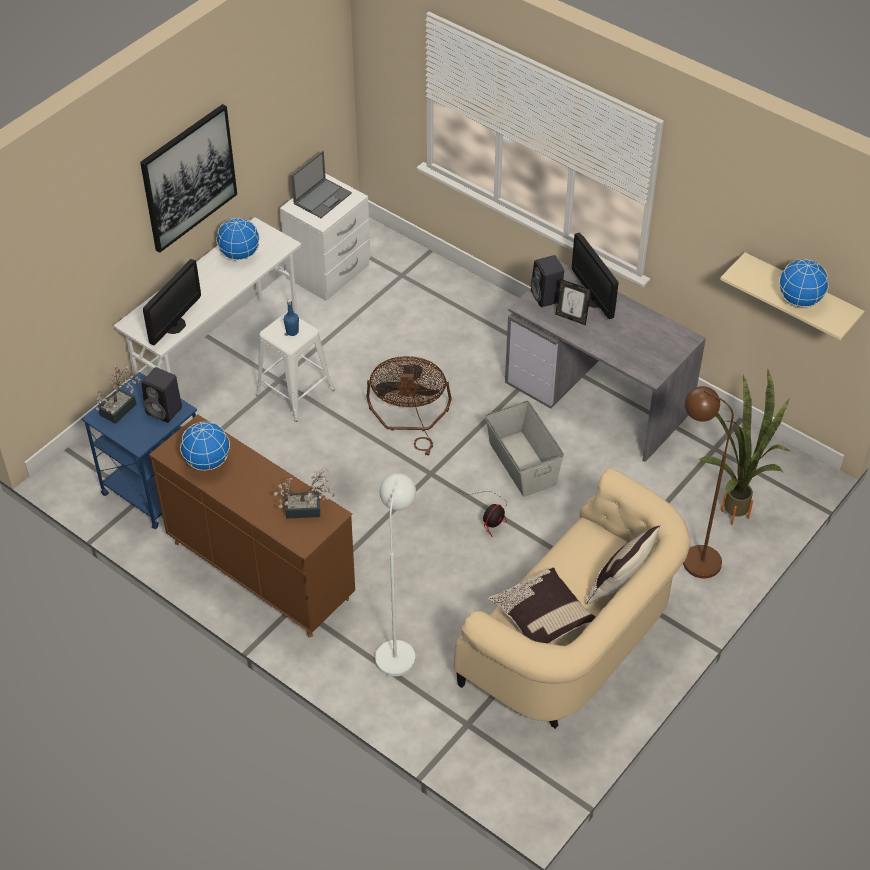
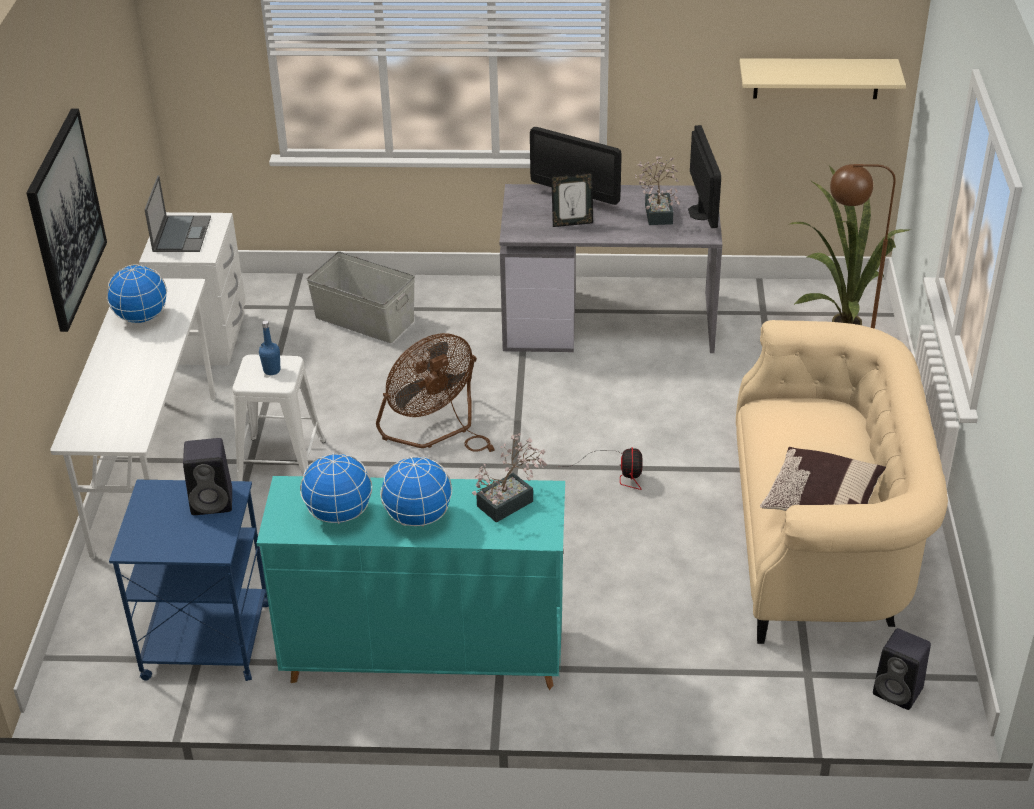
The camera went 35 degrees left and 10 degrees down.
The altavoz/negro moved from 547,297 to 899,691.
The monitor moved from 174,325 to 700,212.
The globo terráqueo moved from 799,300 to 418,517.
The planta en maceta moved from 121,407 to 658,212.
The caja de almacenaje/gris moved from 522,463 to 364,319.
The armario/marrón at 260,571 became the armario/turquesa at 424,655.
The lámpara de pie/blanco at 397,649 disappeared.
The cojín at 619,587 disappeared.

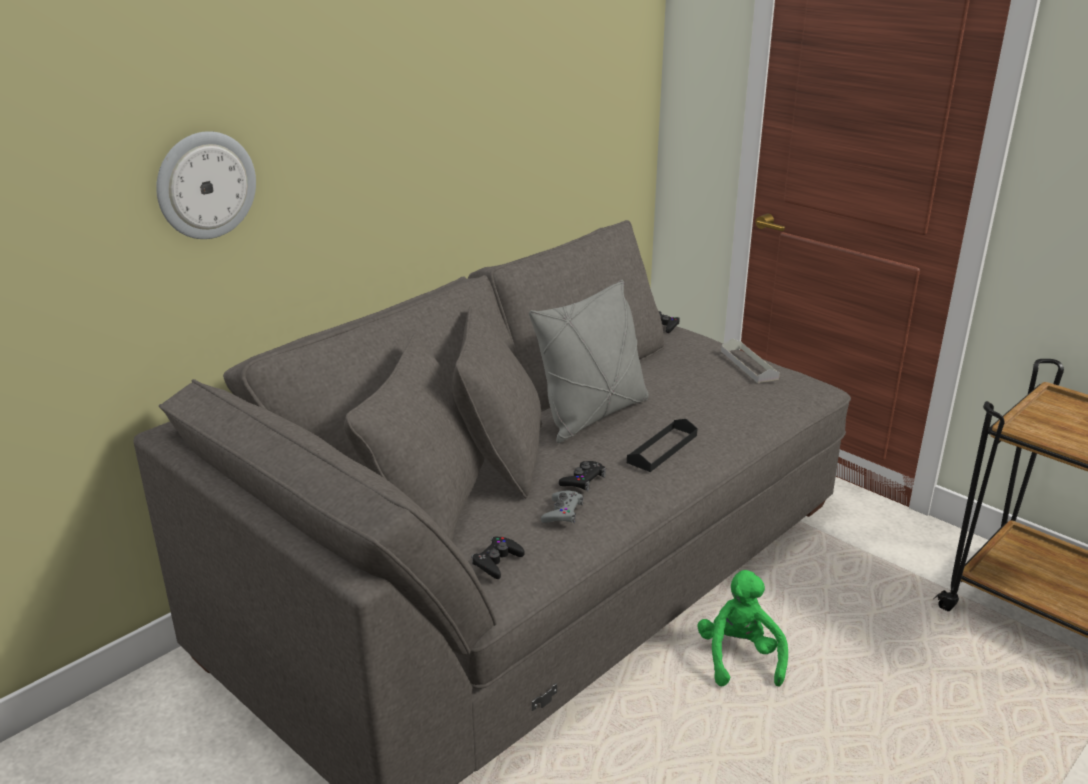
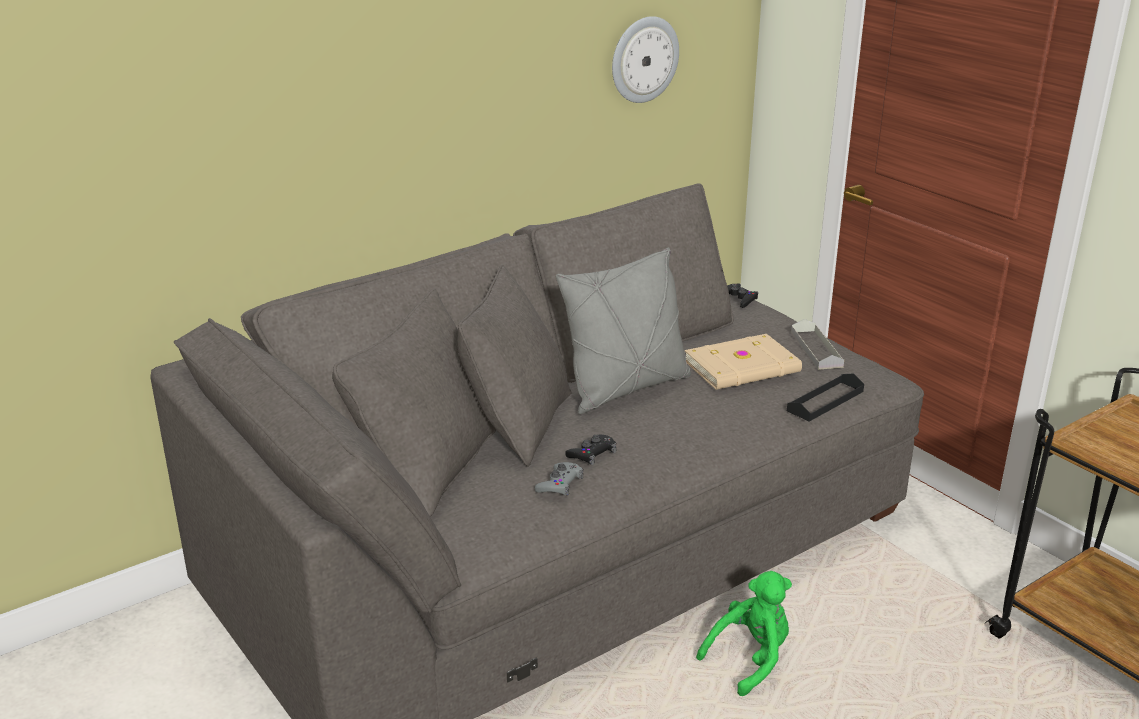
The camera went 10 degrees right and 0 degrees up.
The reloj de pared moved from 205,185 to 644,59.
The bandeja/negro moved from 662,449 to 825,401.
The mando de consola/negro at 497,561 disappeared.
The peluche/verde at 739,657 turned 45 degrees clockwise.
The libro/beis at 743,367 appeared.

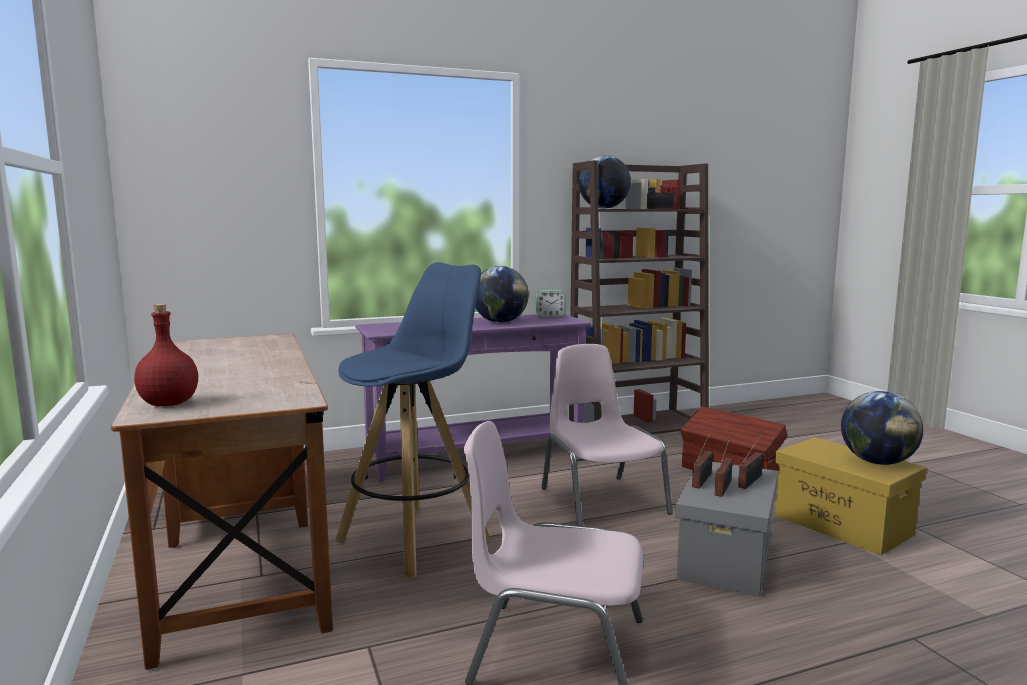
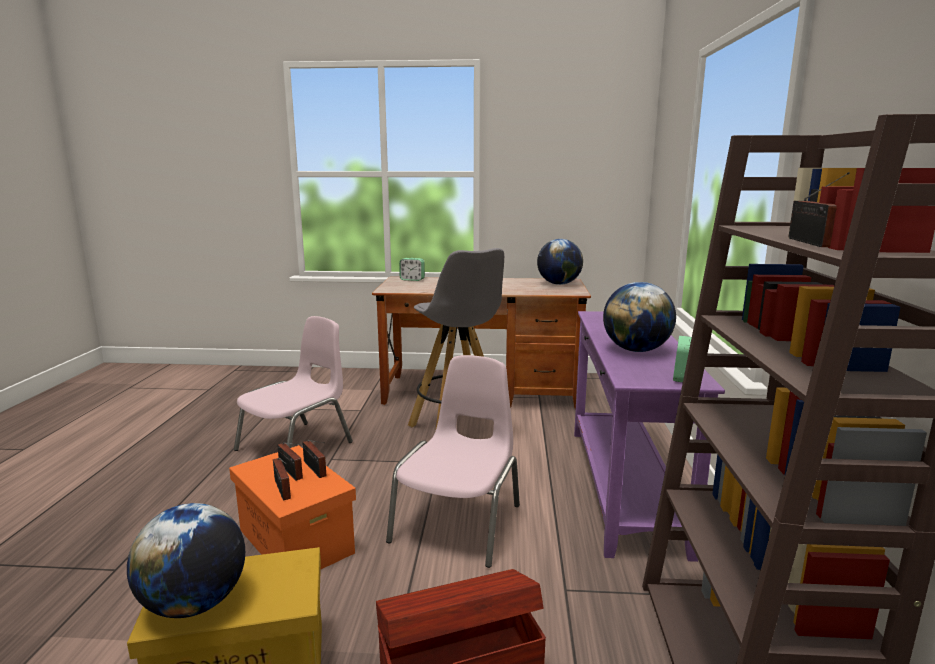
The camera went 115 degrees right and 5 degrees up.
The globo terráqueo moved from 604,208 to 559,284.
The taburete/azul at 415,539 became the taburete/gris at 459,433.
The botella/rojo at 168,404 was replaced by the despertador at 412,279.
The silla/rosa at 602,500 turned 75 degrees counterclockwise.
The caja de almacenaje/gris at 725,558 became the caja de almacenaje/naranja at 297,541.

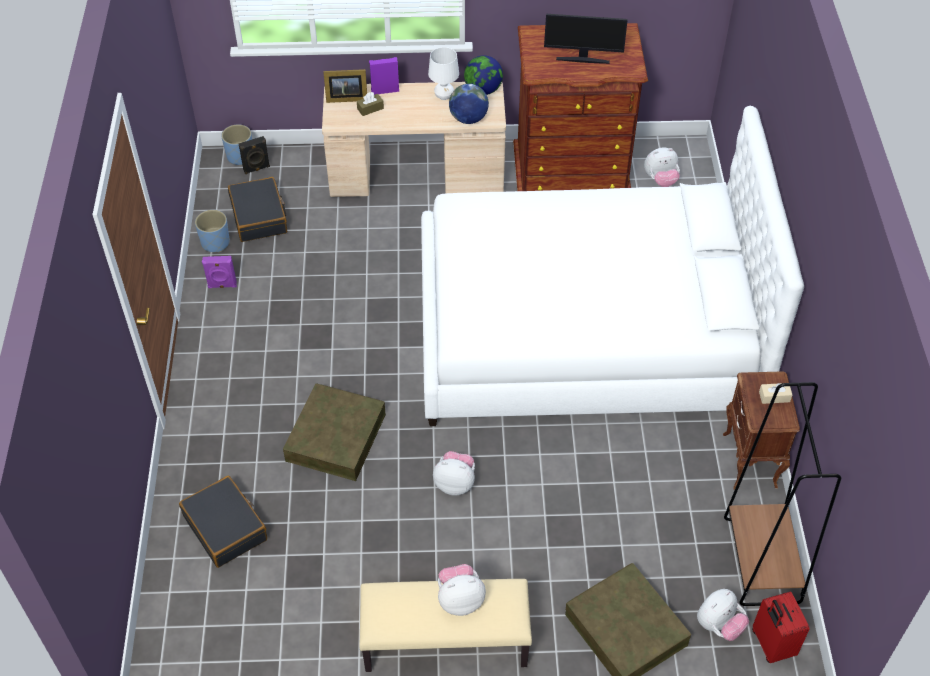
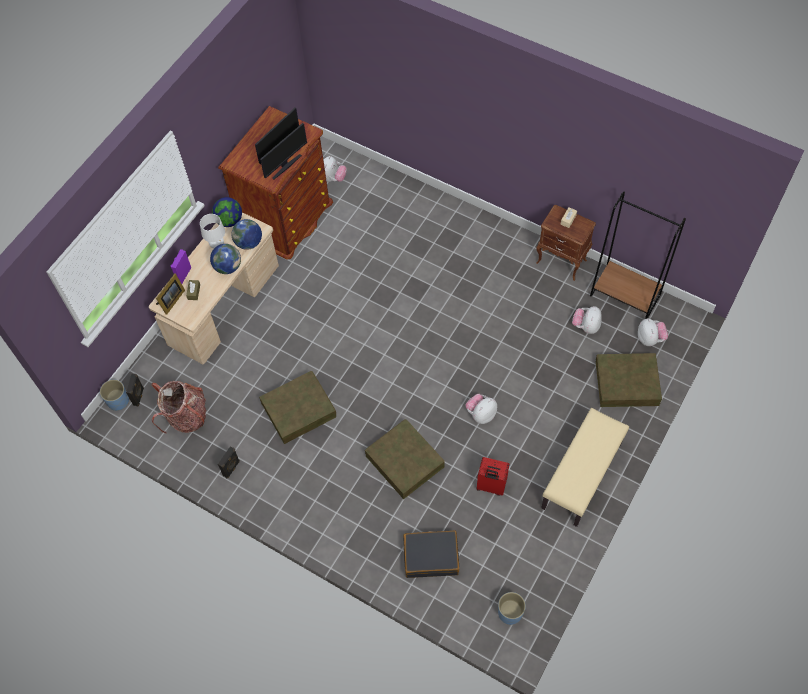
The camera went 55 degrees left and 10 degrees up.
The cama/blanco at 586,332 disappeared.
The maleta/negro at 259,217 was replaced by the mochila at 186,416.
The maceta/azul moved from 215,243 to 510,613.
The altavoz/morado at 222,286 became the altavoz/negro at 232,468.
The peluche moved from 460,599 to 586,326.
The maleta/rojo moved from 771,644 to 490,486.
The monitor at 286,166 appeared.
The globo terráqueo at 228,267 appeared.
The caja de almacenaje/marrón at 298,410 appeared.

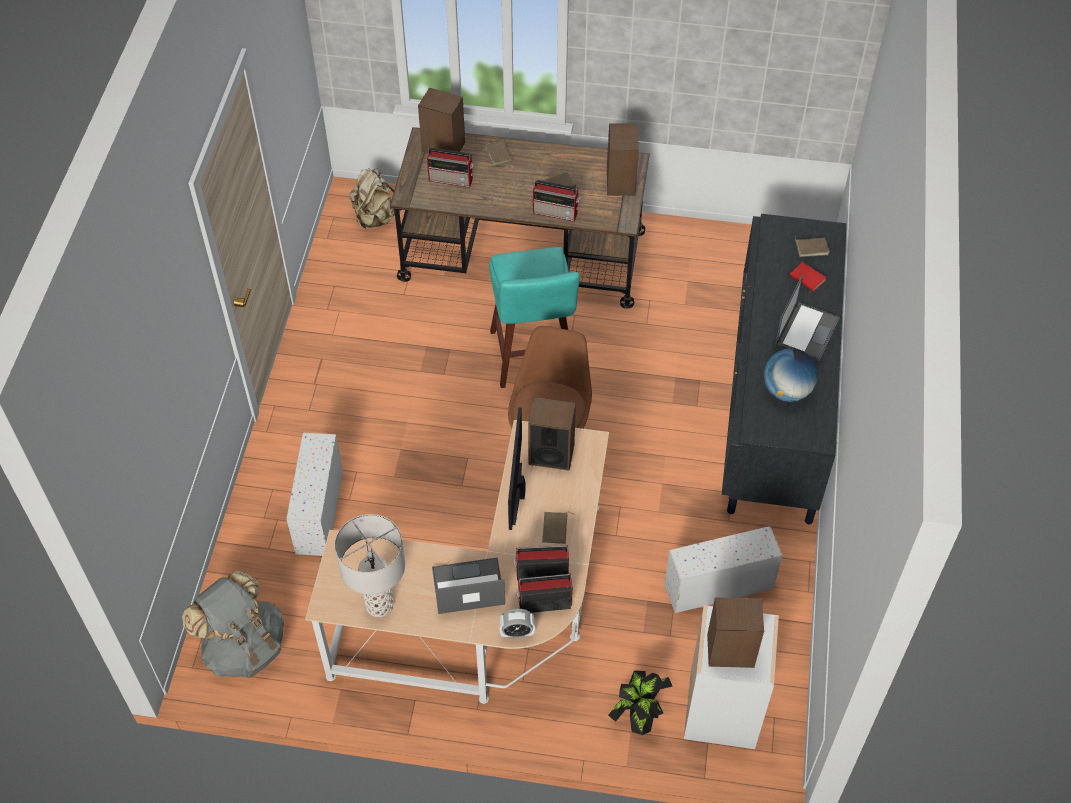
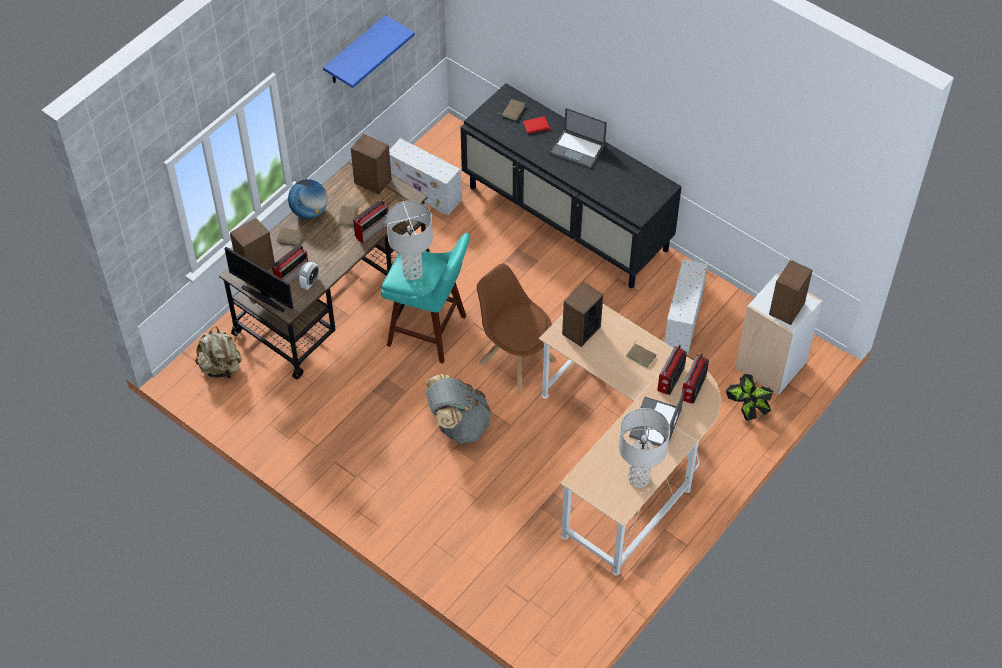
The camera went 60 degrees left and 0 degrees up.
The portátil at 807,331 turned 150 degrees clockwise.
The globo terráqueo moved from 786,390 to 309,211.
The monitor moved from 518,493 to 264,297.
The caja de almacenaje/blanco moved from 319,513 to 426,192.
The mochila/gris moved from 244,647 to 458,425.
The despertador moved from 517,633 to 310,282.
The estante/azul at 355,52 appeared.
The lámpara de mesa/blanco at 413,272 appeared.

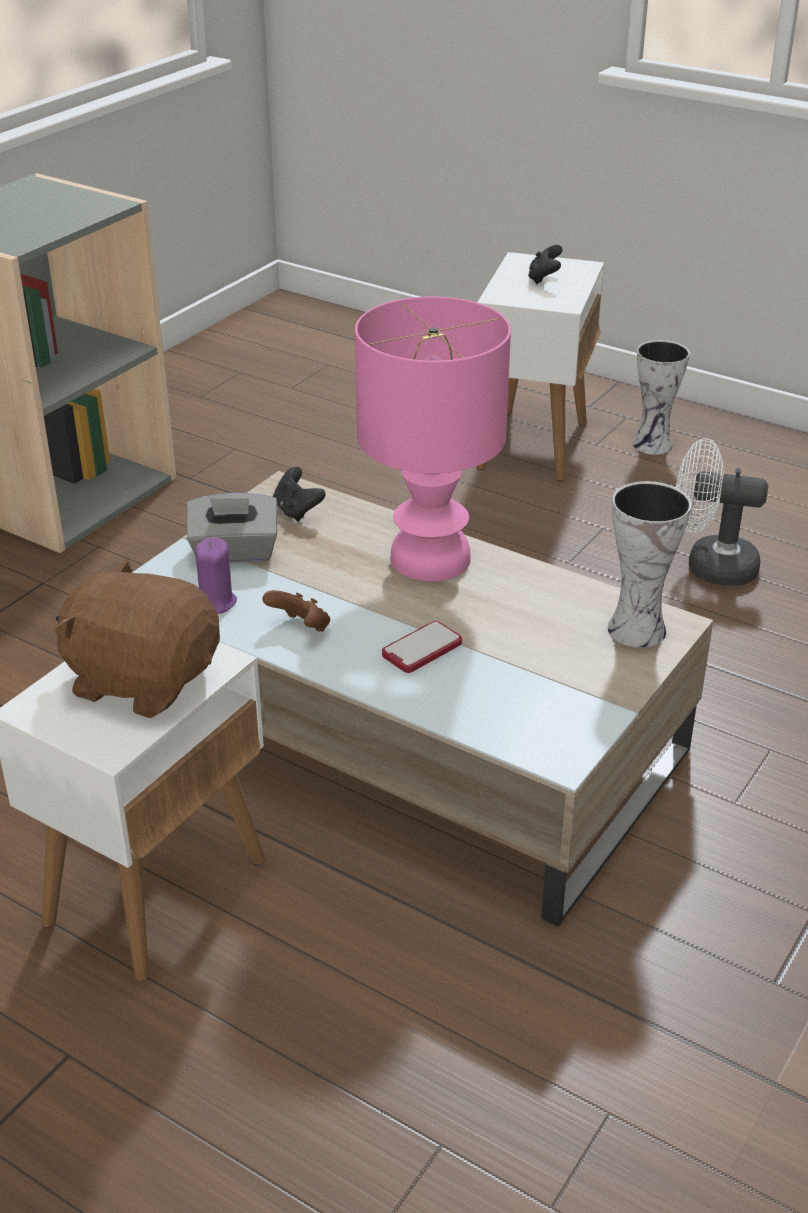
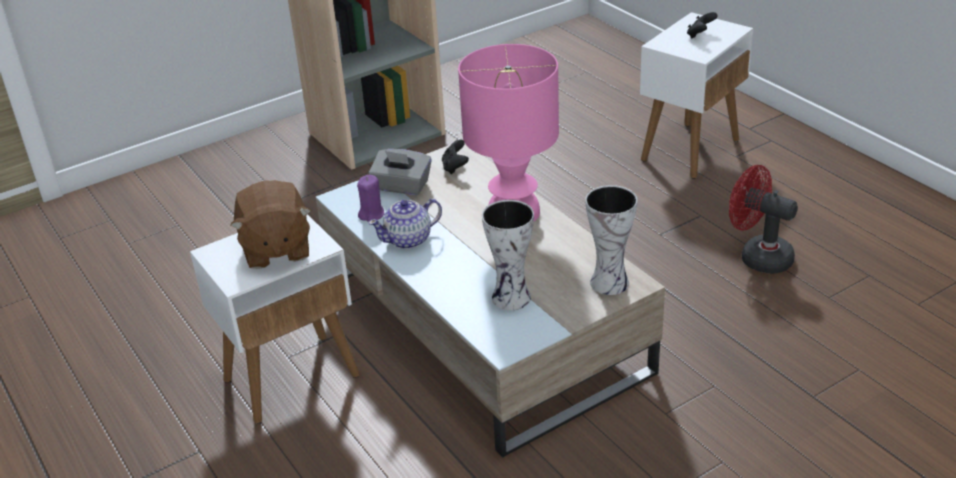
The camera went 25 degrees right and 0 degrees up.
The florero moved from 654,445 to 512,298.
The ventilador/blanco at 710,566 became the ventilador/rojo at 758,256.
The peluche/marrón at 143,680 turned 150 degrees counterclockwise.
The mando de consola/marrón at 301,628 was replaced by the tetera at 409,240.
The móvil at 422,649 disappeared.

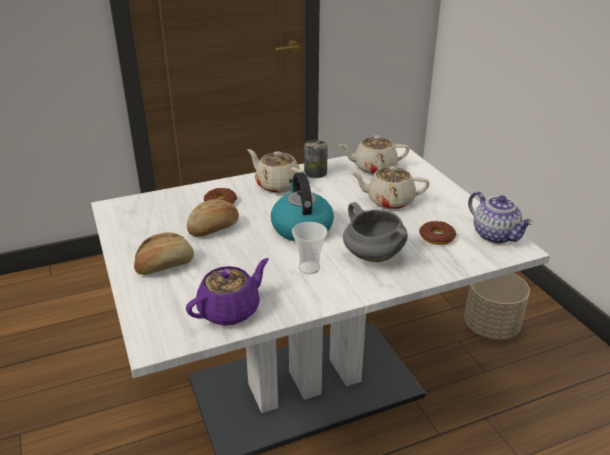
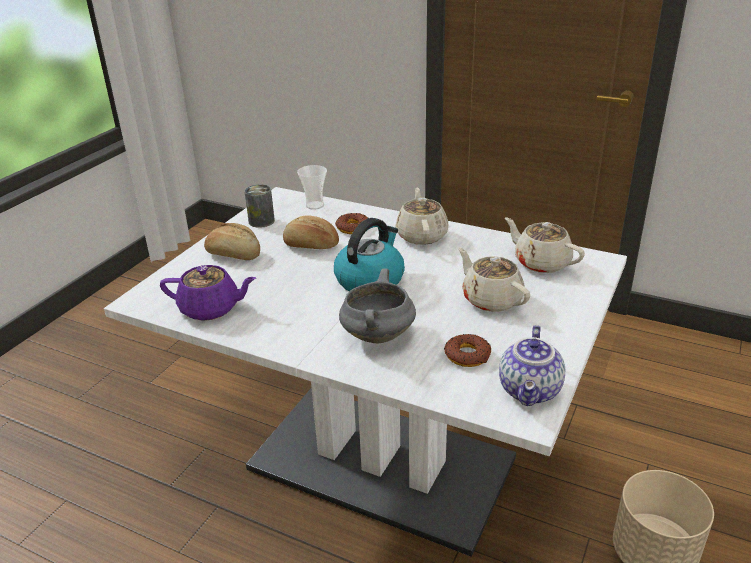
The camera went 50 degrees right and 0 degrees up.
The lata moved from 315,172 to 261,221.
The taza moved from 309,268 to 314,205.

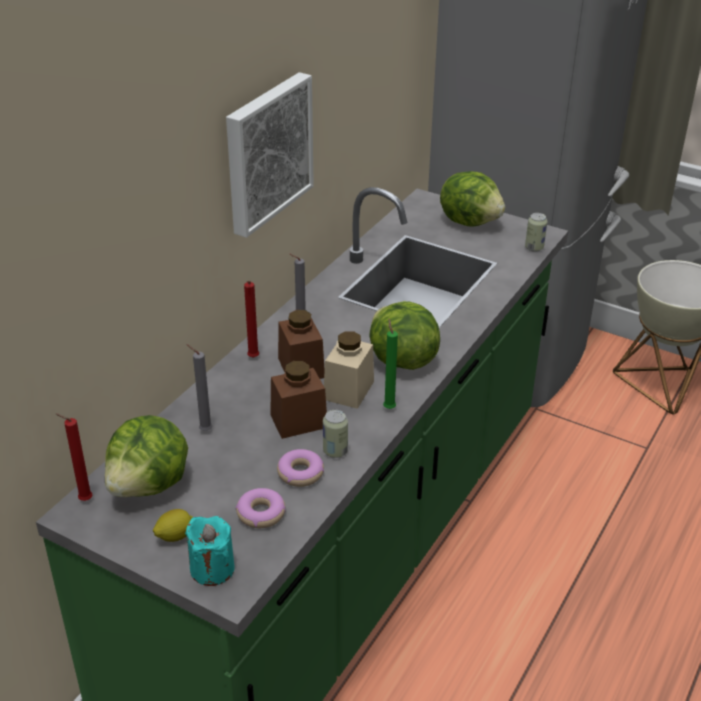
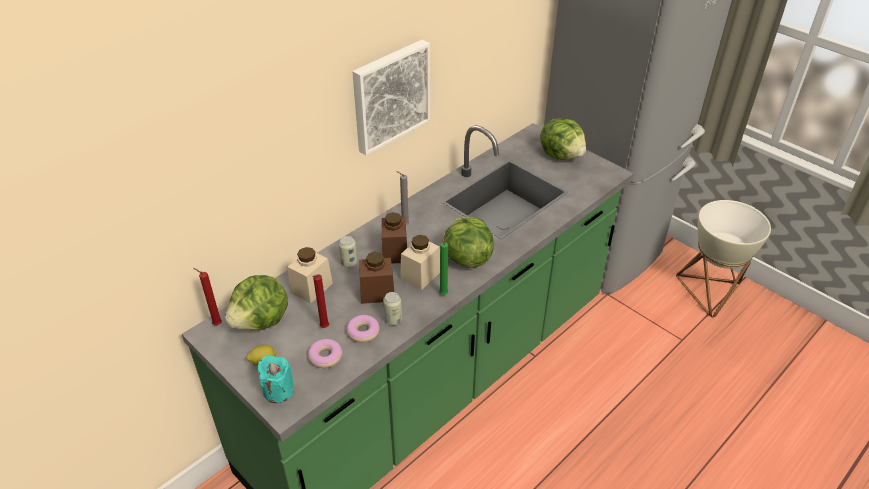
The camera went 15 degrees right and 5 degrees up.
The lata moved from 534,248 to 349,263.
The vela/rojo moved from 253,358 to 323,328.
The vela/gris at 204,430 was replaced by the tarro/beis at 311,288.

